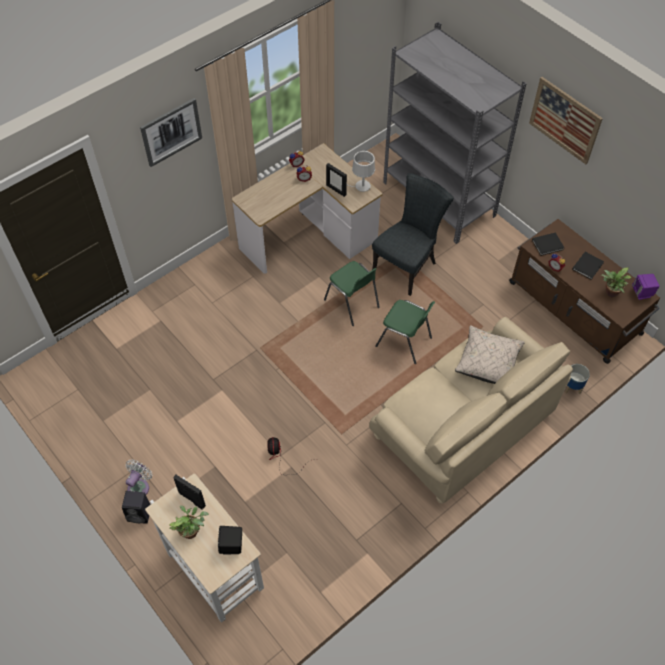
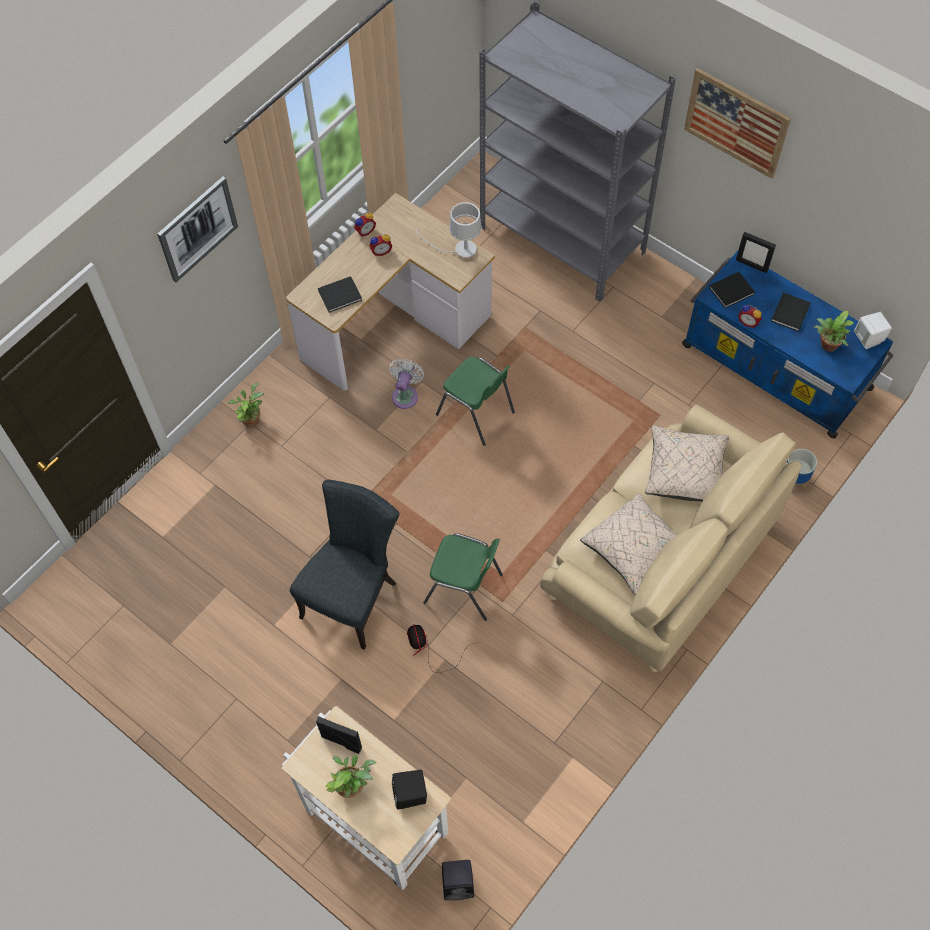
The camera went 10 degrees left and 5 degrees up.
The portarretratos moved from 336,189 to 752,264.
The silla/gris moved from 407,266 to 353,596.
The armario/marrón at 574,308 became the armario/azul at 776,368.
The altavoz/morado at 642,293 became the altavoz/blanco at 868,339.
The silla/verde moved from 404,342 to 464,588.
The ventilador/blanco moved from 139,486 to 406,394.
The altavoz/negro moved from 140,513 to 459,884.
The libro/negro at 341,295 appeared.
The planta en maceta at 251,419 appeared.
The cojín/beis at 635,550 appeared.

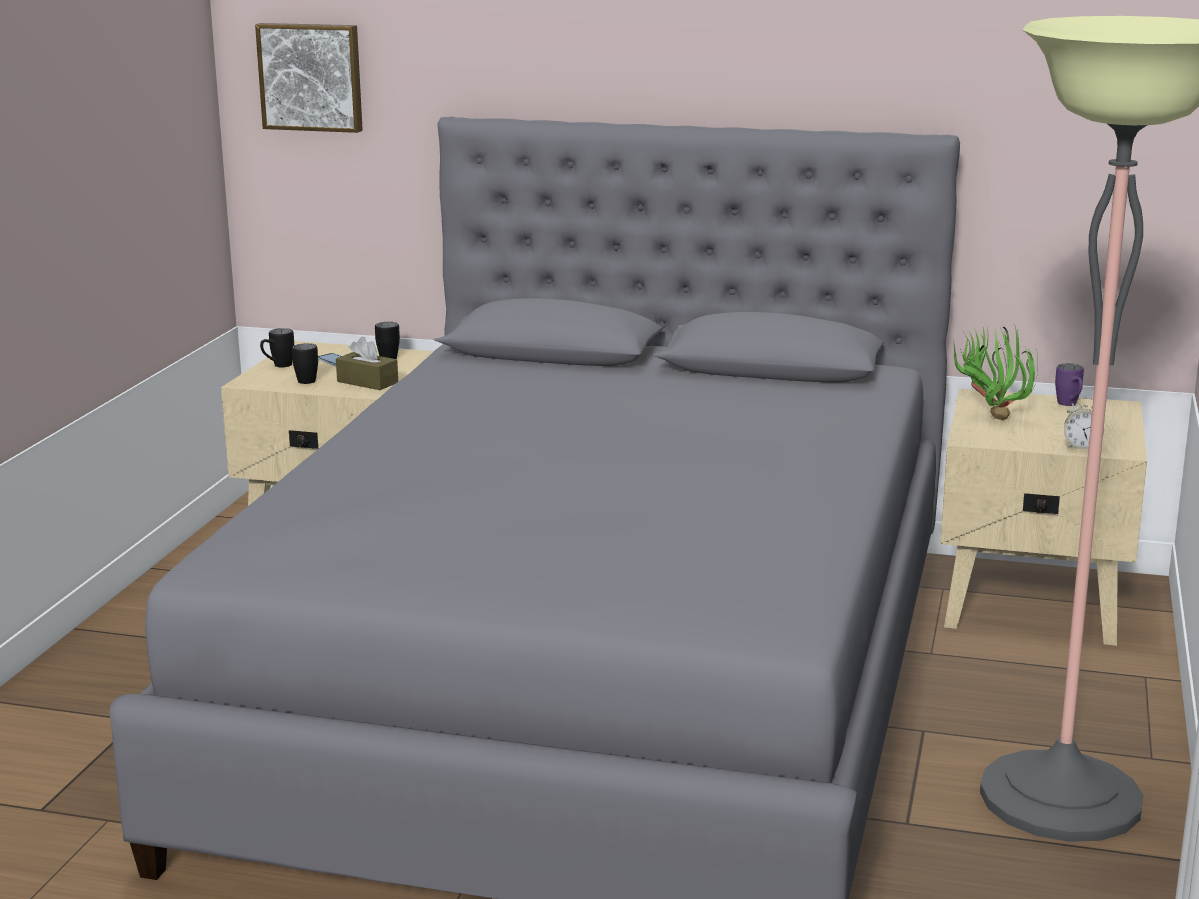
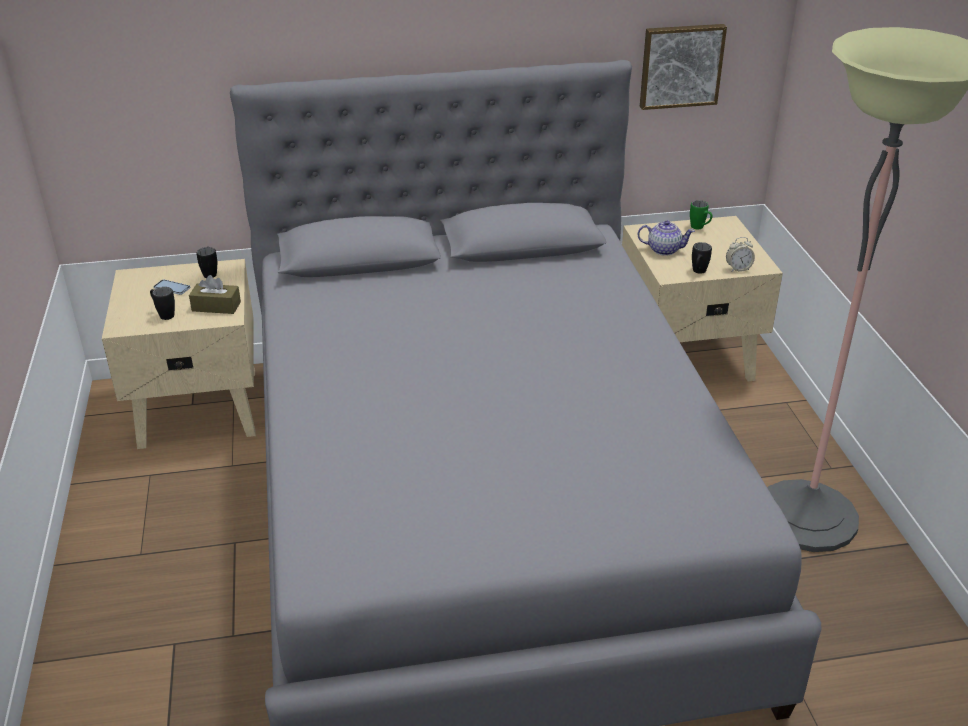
The camera went 25 degrees left and 15 degrees up.
The cuadro moved from 311,77 to 680,65.
The planta en maceta at 990,416 was replaced by the tetera at 663,250.
The taza grande/negro moved from 278,366 to 698,272.
The taza grande/morado at 1069,405 became the taza grande/verde at 700,228.

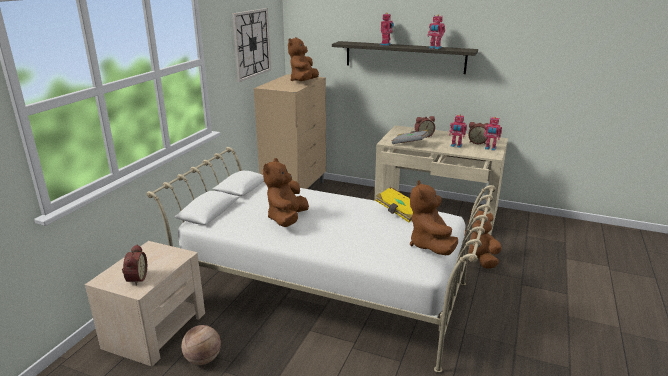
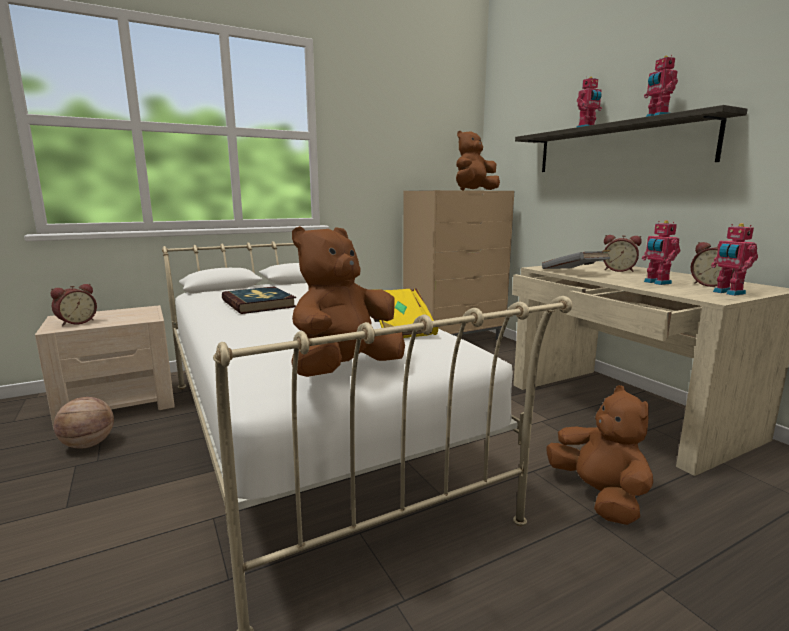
The camera went 40 degrees right and 10 degrees down.
The reloj de pared at 251,44 disappeared.
The peluche/marrón at 287,219 was replaced by the libro at 259,303.

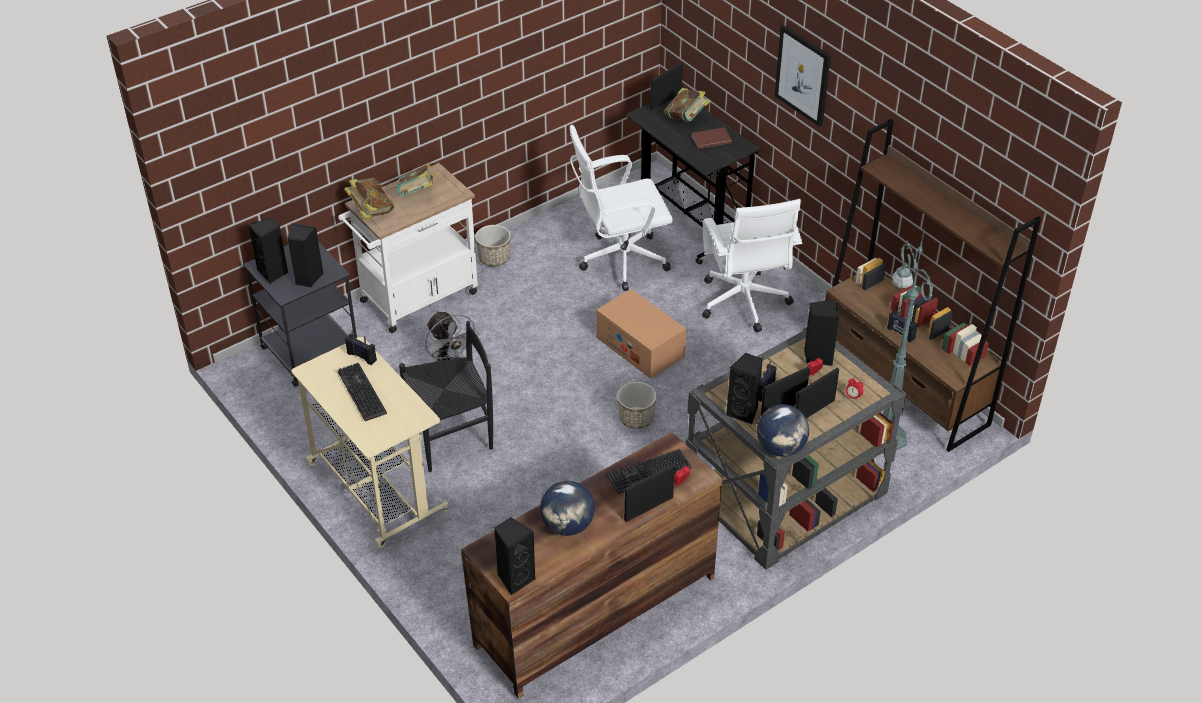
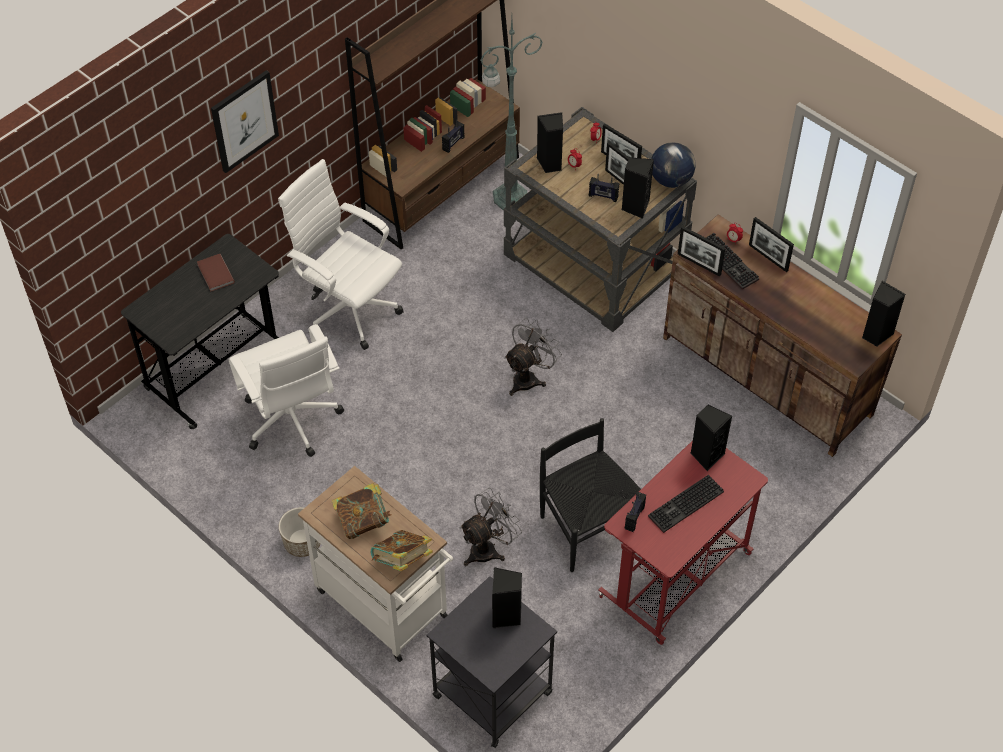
The camera went 100 degrees left and 10 degrees up.
The portarretratos moved from 665,101 to 699,264.
The libro at 686,119 disappeared.
The silla de oficina/blanco at 745,305 turned 120 degrees counterclockwise.
The altavoz/negro moved from 273,273 to 706,455.
The caja de cartón at 640,346 disappeared.
The escritorio/beis at 377,488 became the escritorio/rojo at 675,575.
The maceta at 636,418 was replaced by the ventilador/gris at 529,377.
The globo terráqueo at 567,526 disappeared.

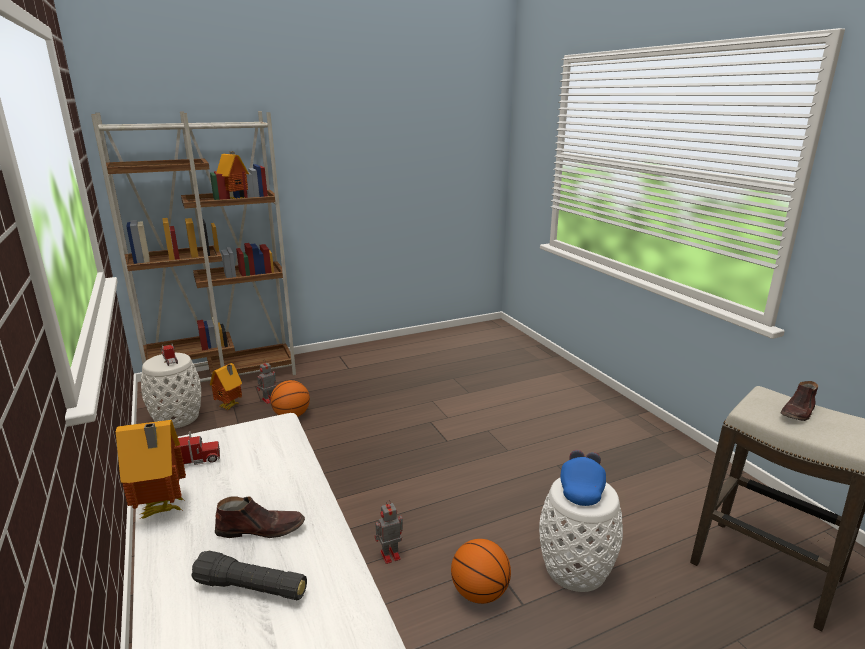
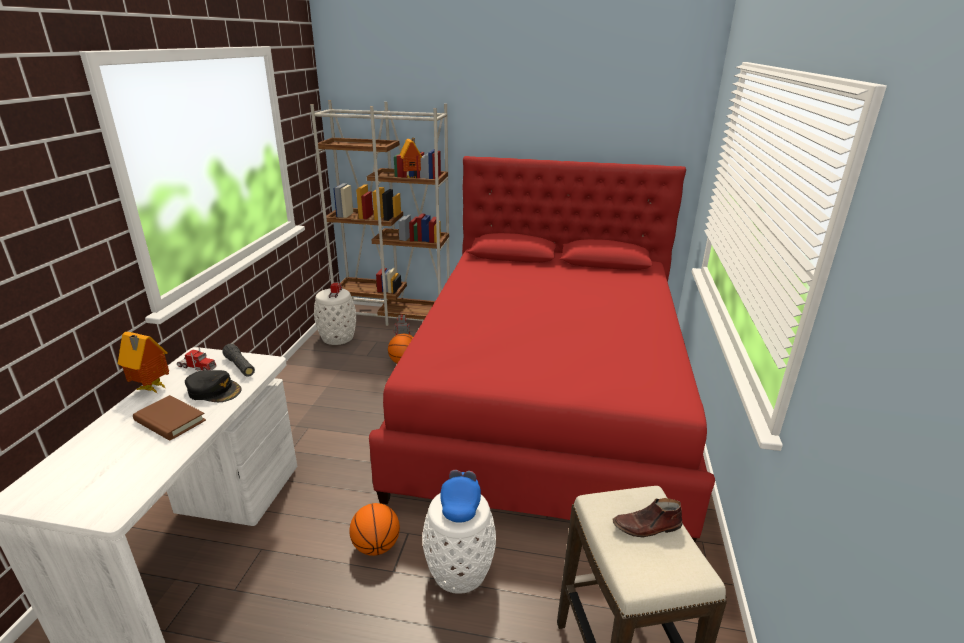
The camera went 35 degrees right and 5 degrees up.
The casita at 230,406 disappeared.
The gorra/azul at 581,489 turned 45 degrees counterclockwise.
The zapato/marrón at 261,529 was replaced by the libro/marrón at 170,421.
The robot de juguete at 389,555 disappeared.
The linterna/negro moved from 251,588 to 240,366.
The cama/rojo at 547,399 appeared.
The gorra/negro at 214,390 appeared.

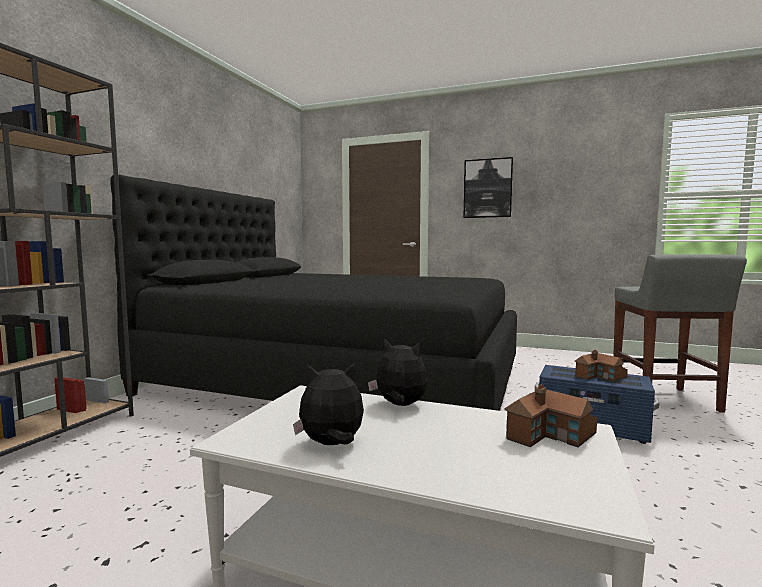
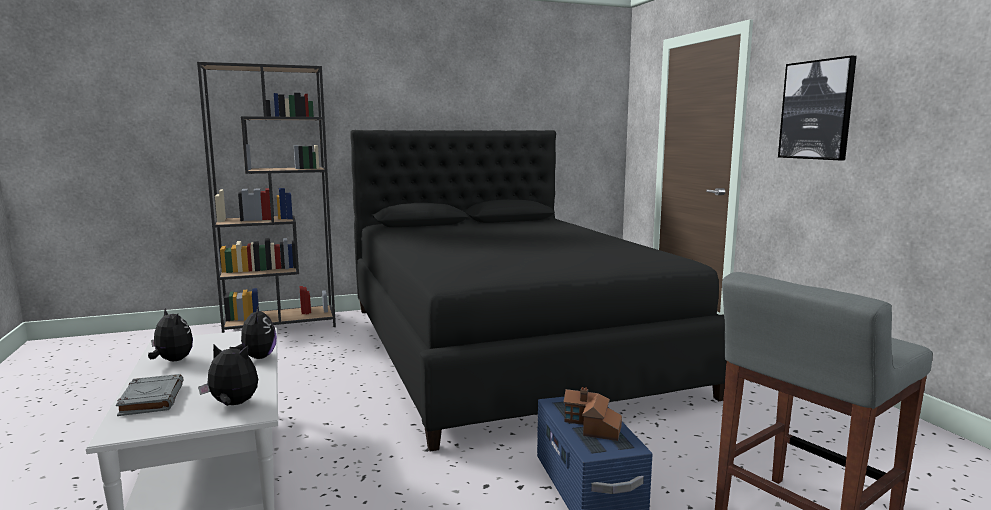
The camera went 50 degrees right and 5 degrees up.
The casita at 551,435 was replaced by the peluche at 233,405.
The libro/gris at 151,399 appeared.

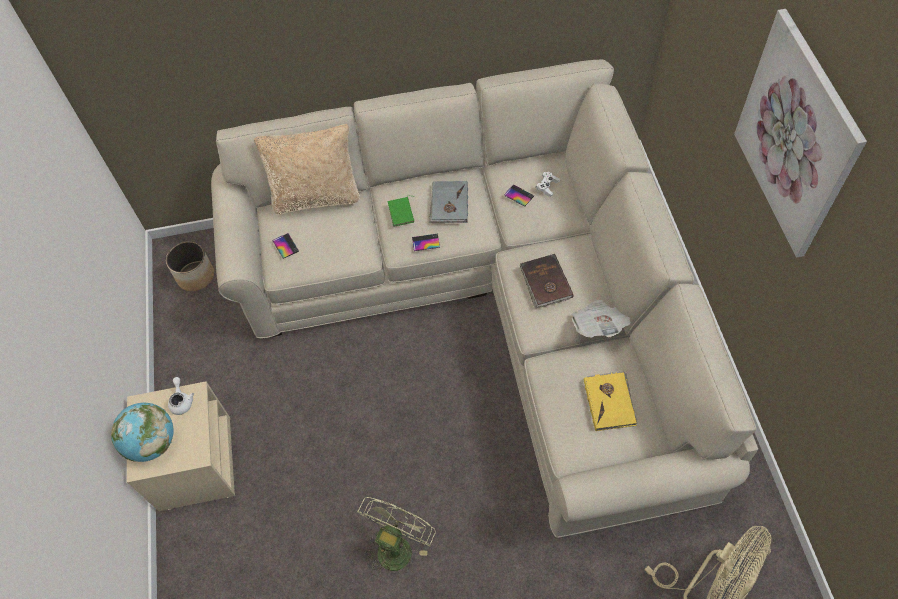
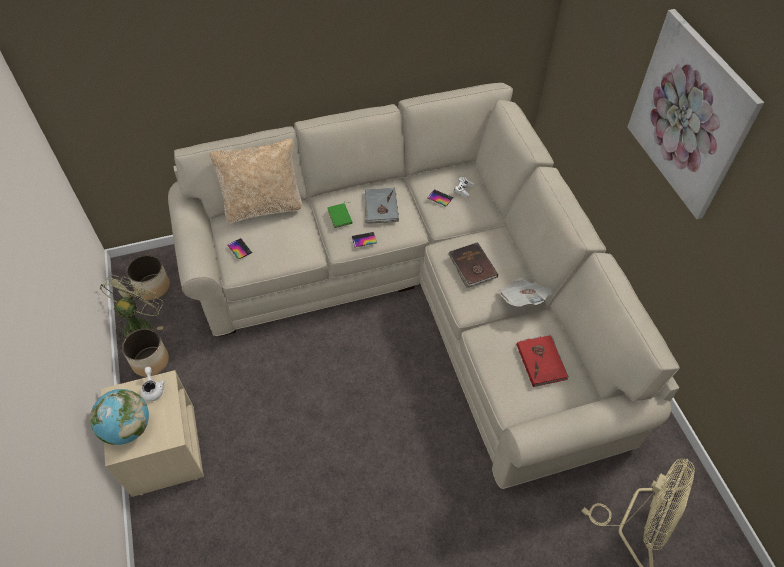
The camera went 10 degrees left and 5 degrees down.
The libro/amarillo at 610,402 became the libro/rojo at 542,361.
The ventilador/verde moved from 397,545 to 140,324.
The maceta at 150,361 appeared.

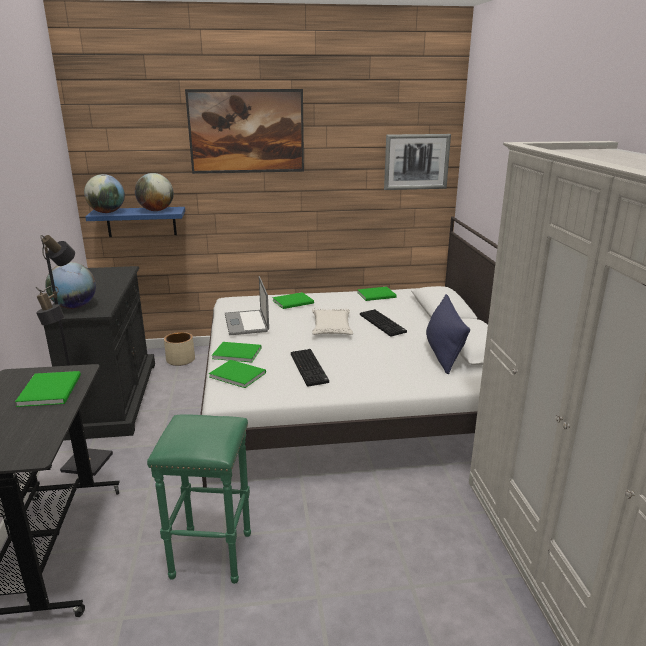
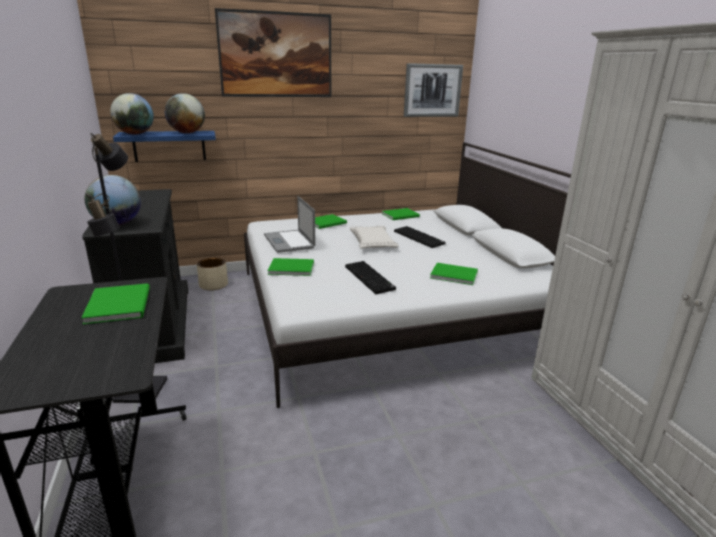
The camera went 10 degrees left and 0 degrees up.
The cojín/azul at 443,353 disappeared.
The libro/verde moved from 237,374 to 452,274.
The taburete/verde at 212,556 disappeared.

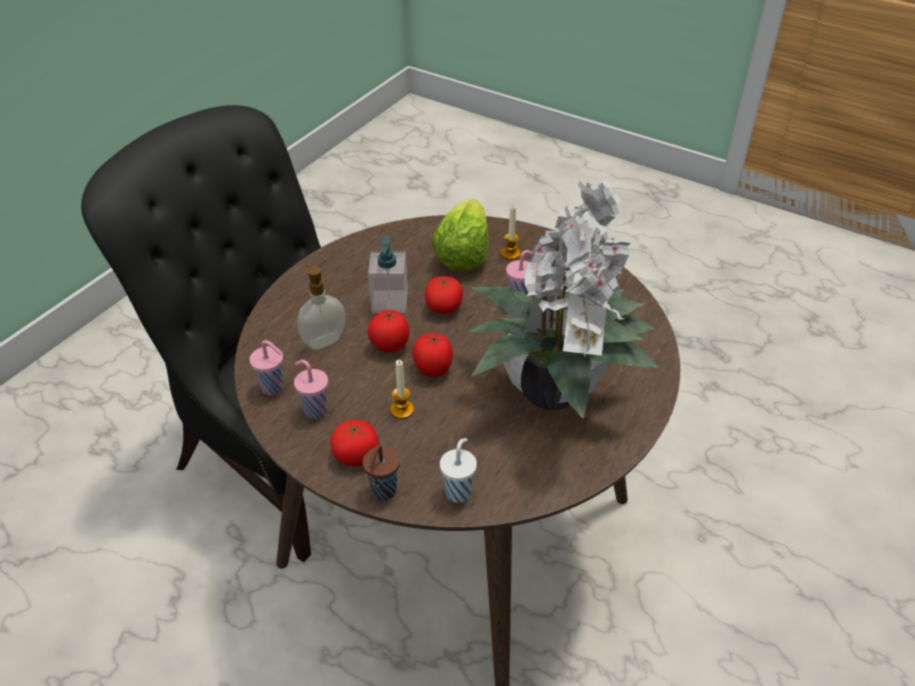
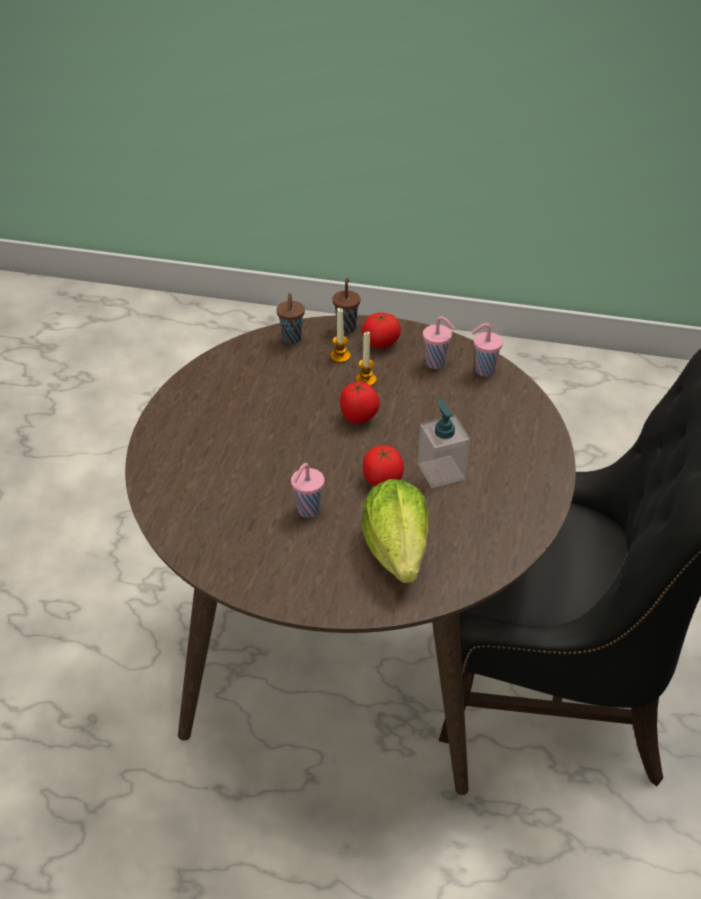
The camera went 160 degrees right and 0 degrees up.
The planta en maceta at 554,389 disappeared.
The vela moved from 510,253 to 340,356.
The dispensador de jabón at 323,340 disappeared.
The tomate at 389,346 disappeared.
The taza/blanco at 458,491 became the taza/marrón at 291,339.

